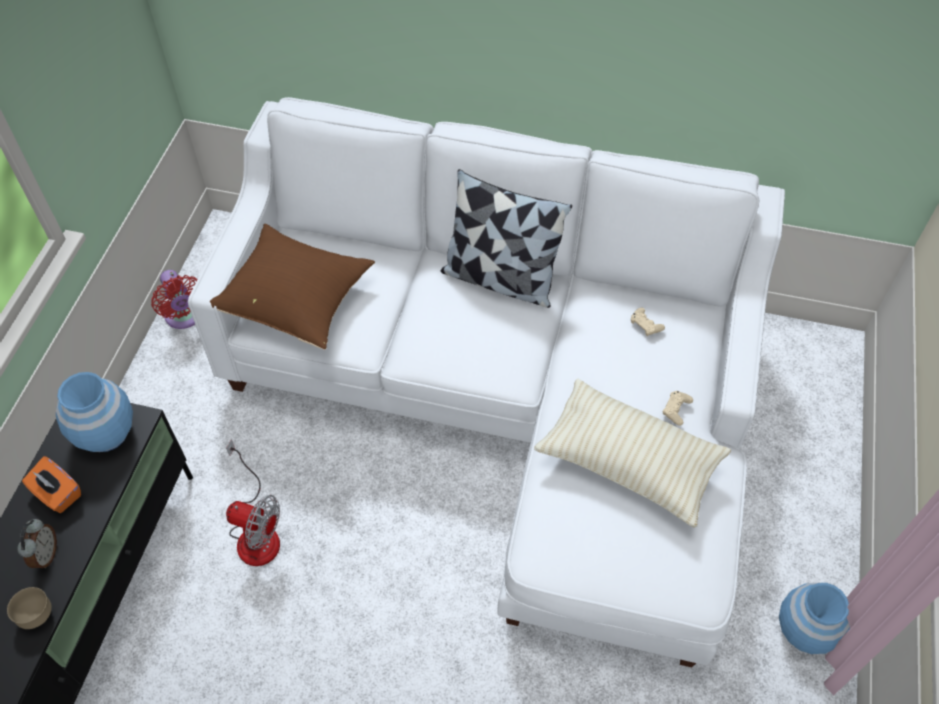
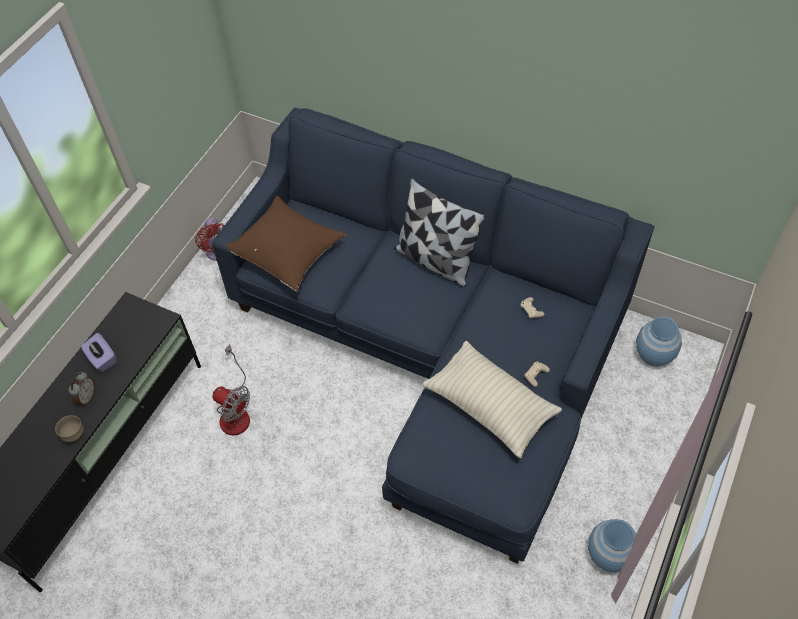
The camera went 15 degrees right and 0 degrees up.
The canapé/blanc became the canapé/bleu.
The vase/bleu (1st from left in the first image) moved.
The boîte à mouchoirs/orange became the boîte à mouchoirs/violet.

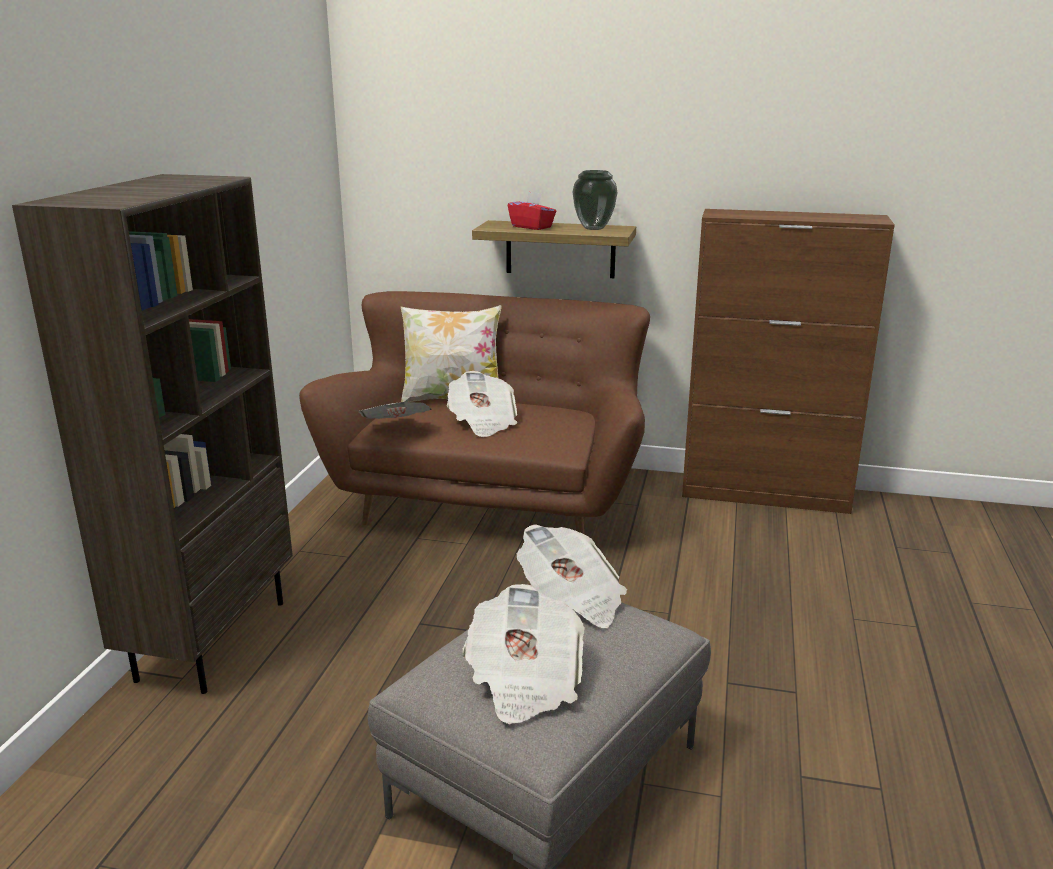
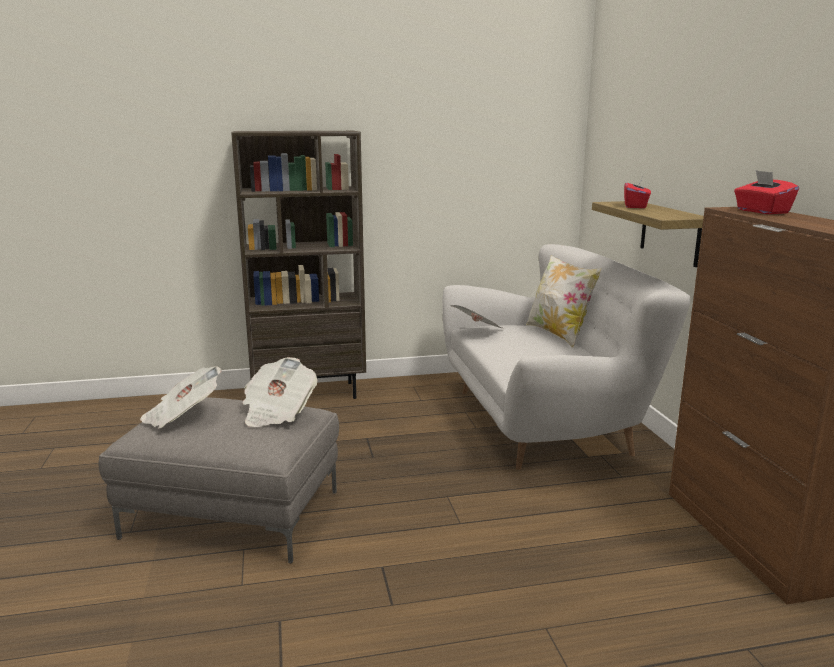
The camera went 65 degrees right and 5 degrees down.
The vase disappeared.
The canapé/marron became the canapé/blanc.
The journal (2nd from left) disappeared.
The boîte à mouchoirs/rouge (2nd from left) appeared.

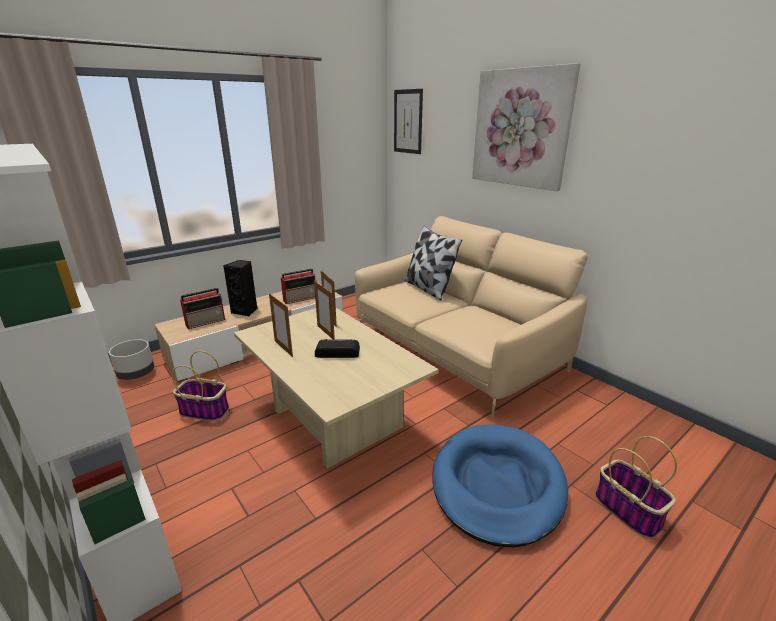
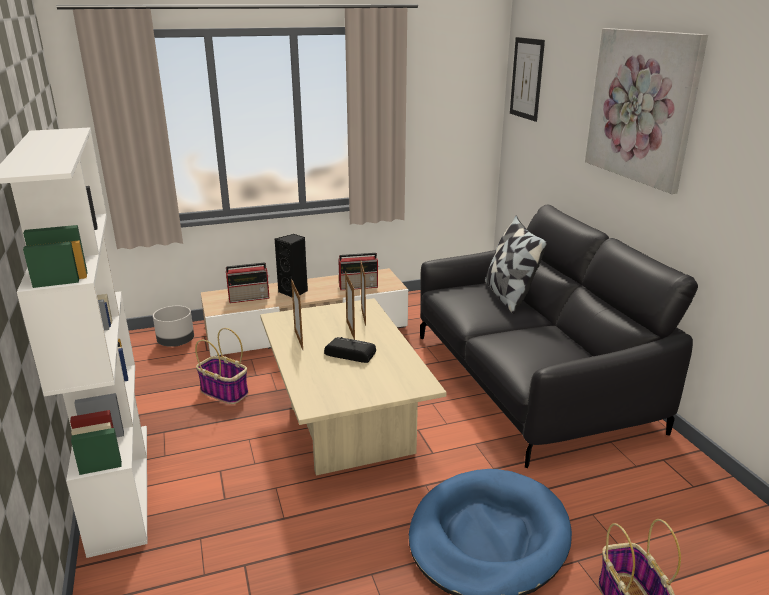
The camera went 20 degrees right and 0 degrees up.
The canapé/beige became the canapé/noir.

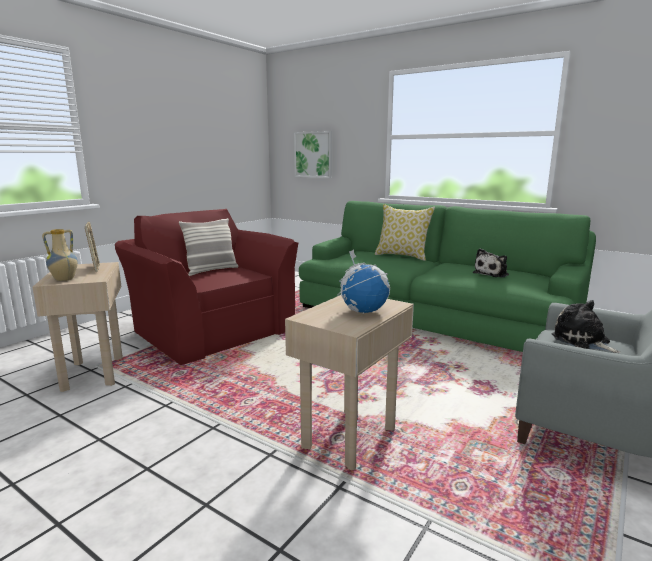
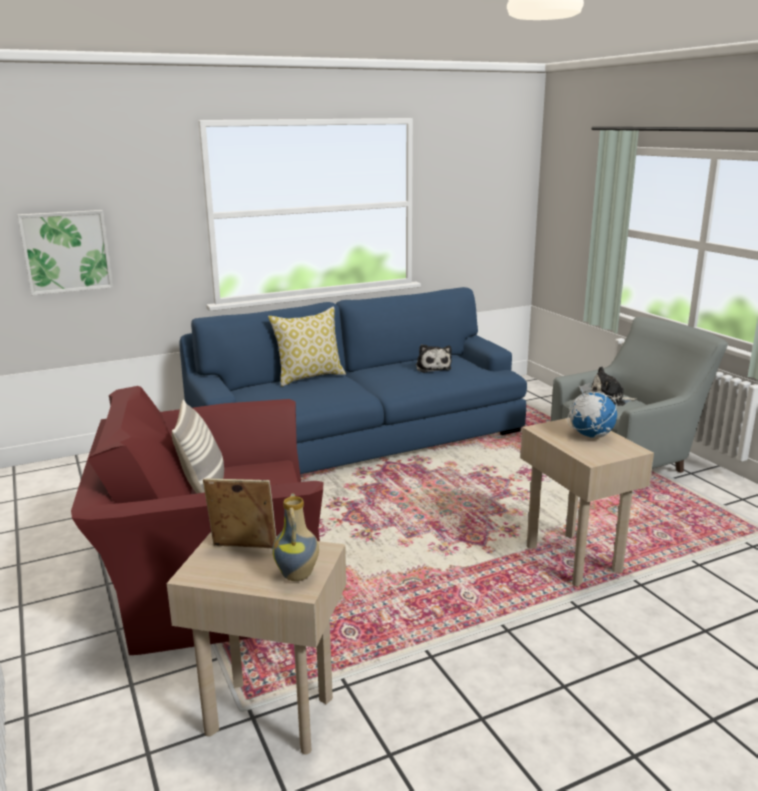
The camera went 60 degrees left and 5 degrees up.
The canapé/vert became the canapé/bleu.

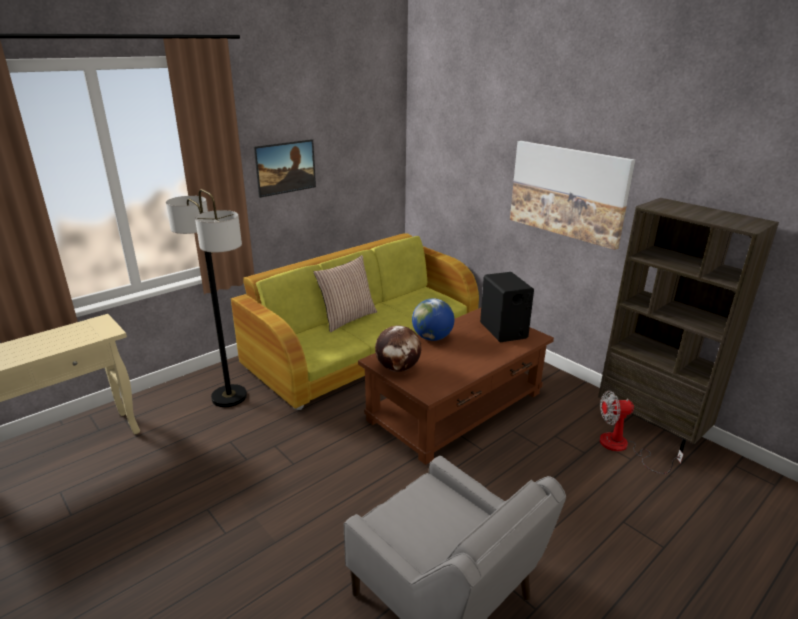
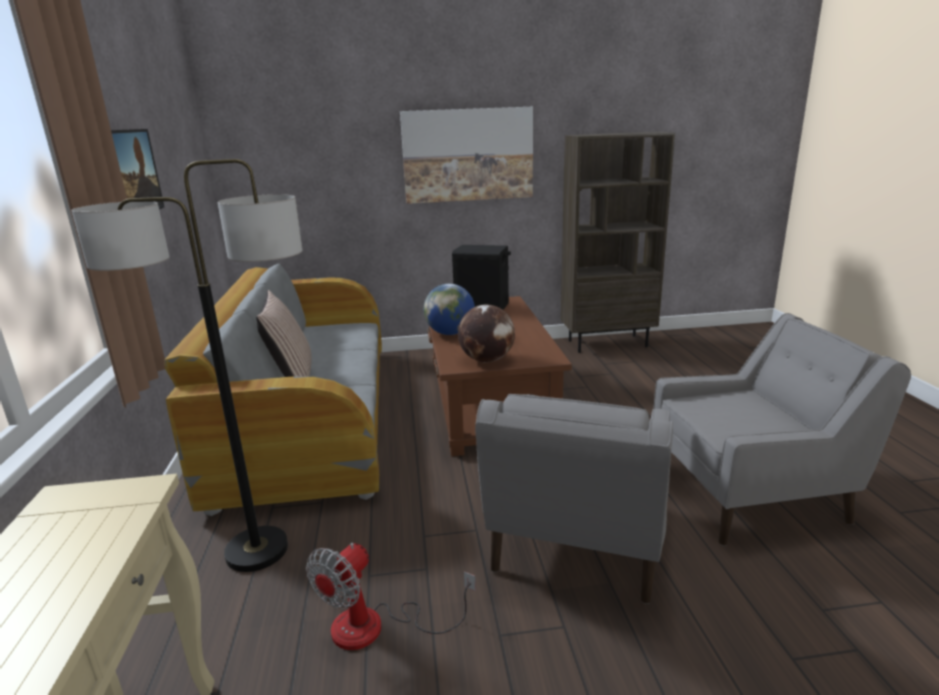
The camera went 55 degrees left and 5 degrees down.
The canapé/vert became the canapé/gris.
The ventilateur moved.
The fauteuil/gris (1st from left) appeared.

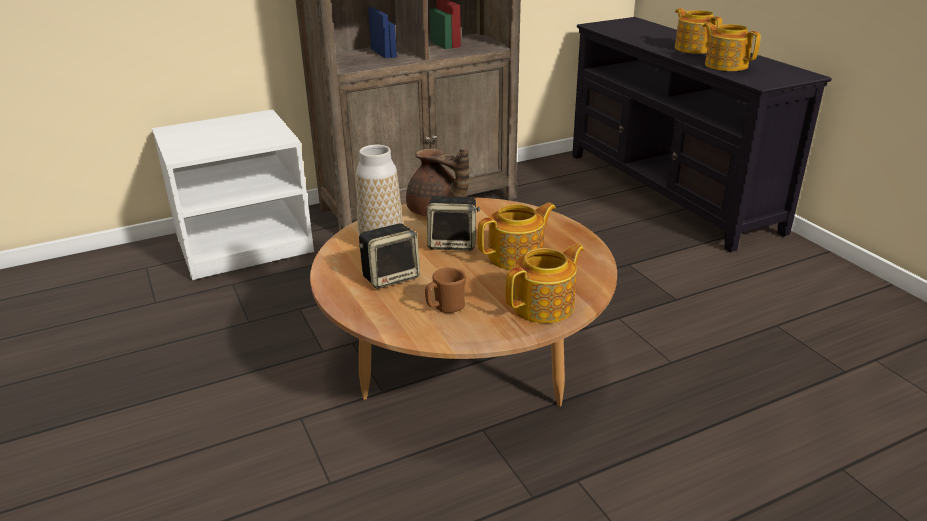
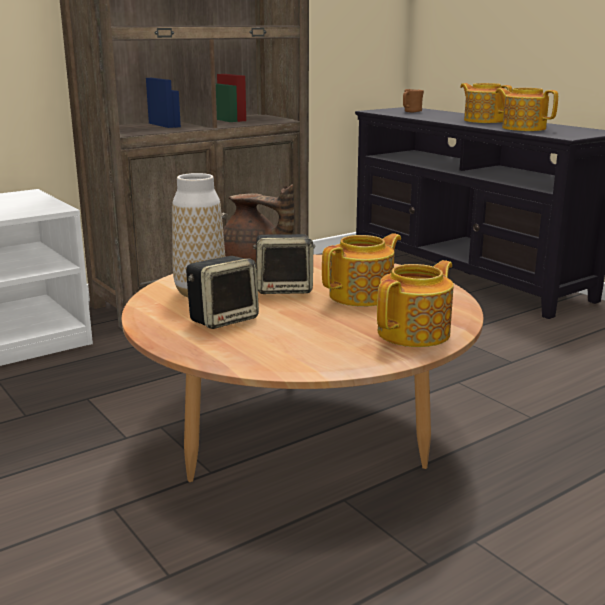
The camera went 10 degrees left and 10 degrees down.
The mug/marron moved.

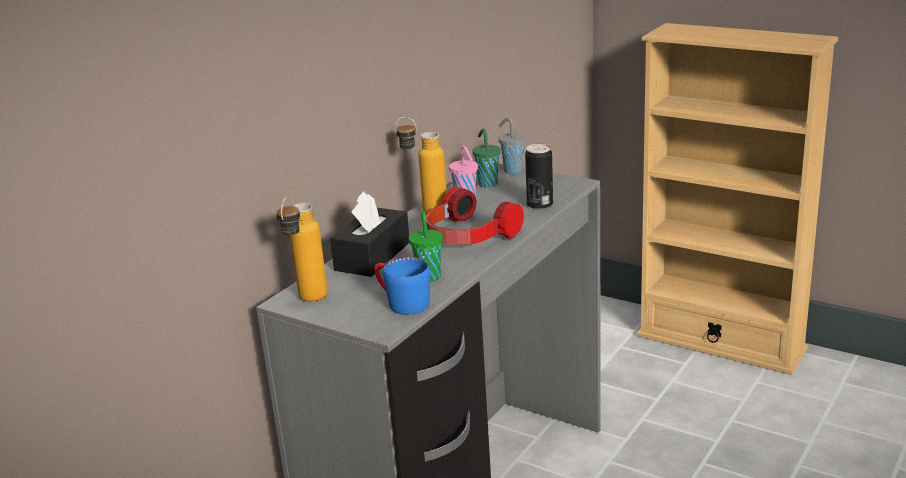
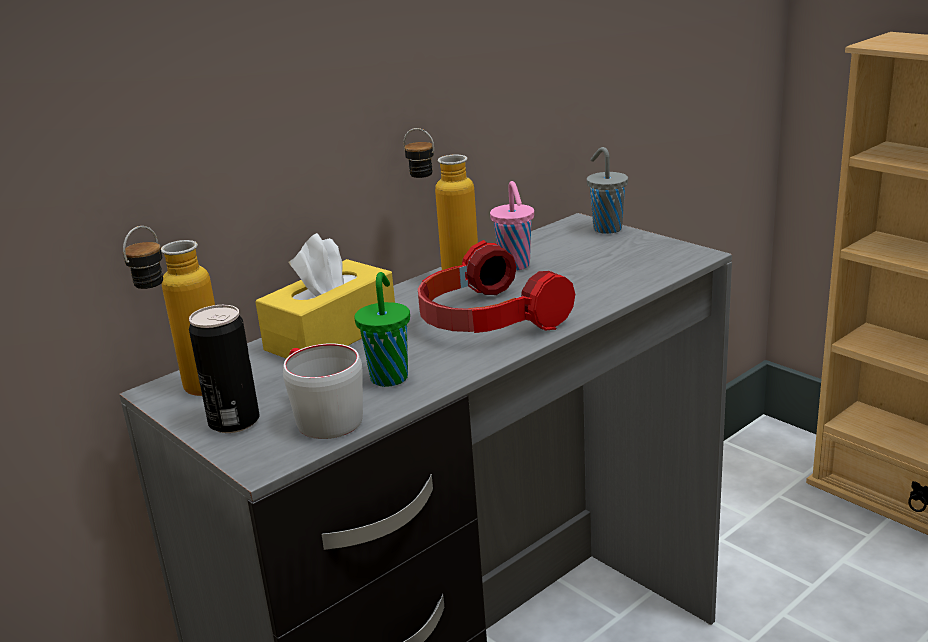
The camera went 15 degrees right and 0 degrees up.
The tasse/vert (2nd from left) disappeared.
The boîte métallique moved.
The boîte à mouchoirs/noir became the boîte à mouchoirs/jaune.
The mug/bleu became the mug/gris.

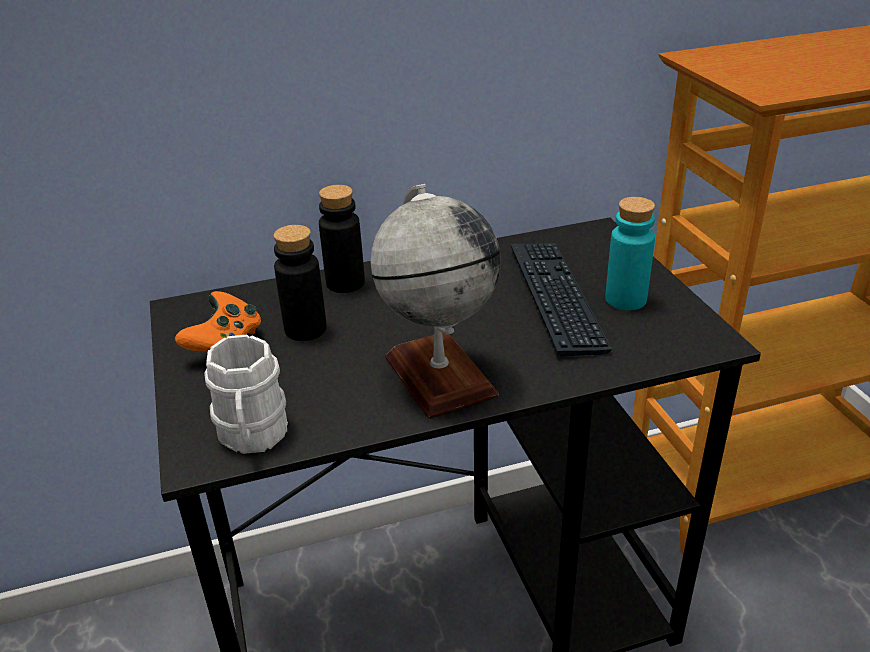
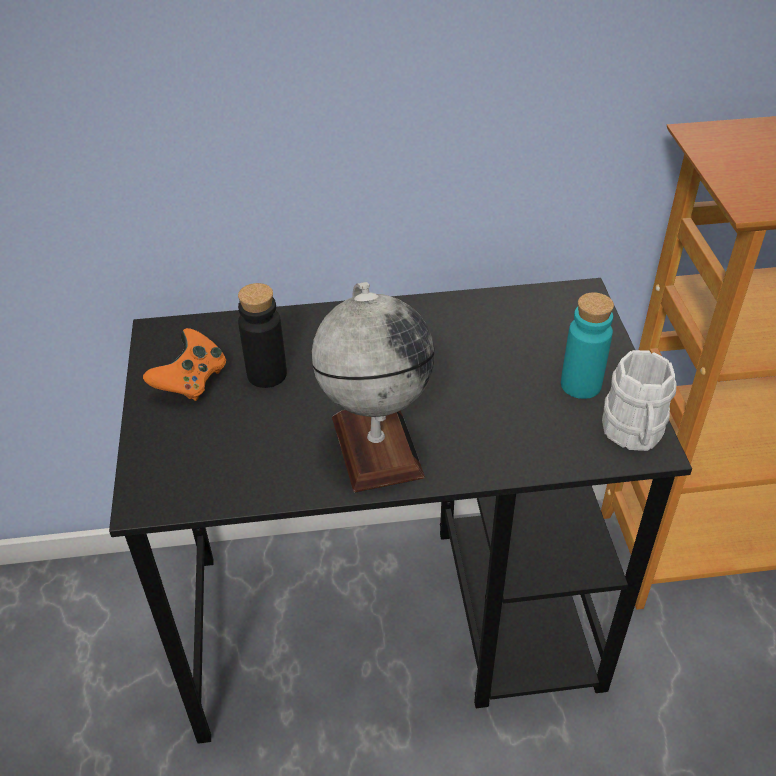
The camera went 10 degrees right and 10 degrees up.
The bouteille/noir (2nd from left) disappeared.
The clavier disappeared.
The mug/blanc moved.

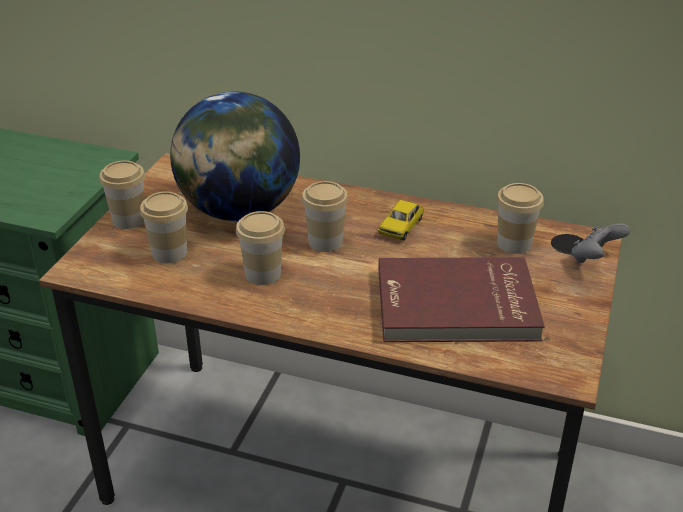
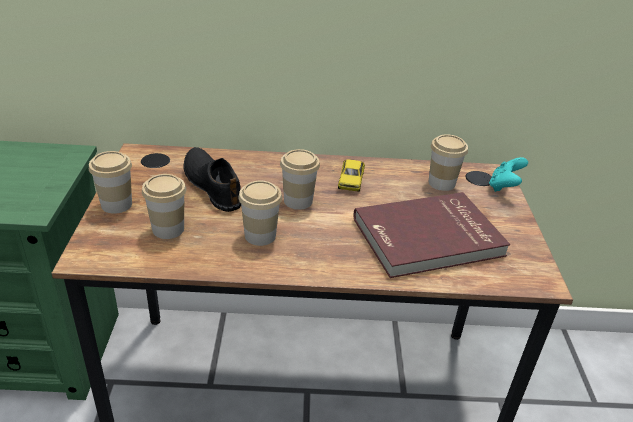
The camera went 20 degrees left and 0 degrees up.
The globe was replaced by the chaussure/noir.
The manette/gris became the manette/turquoise.

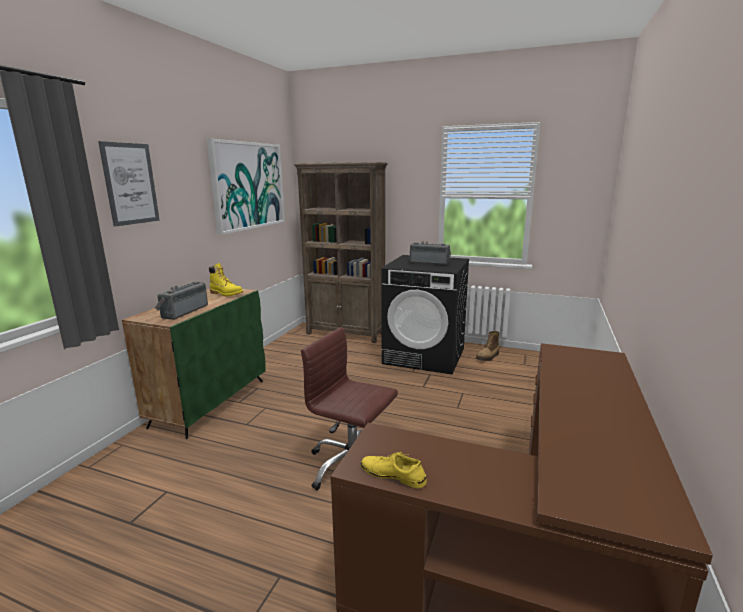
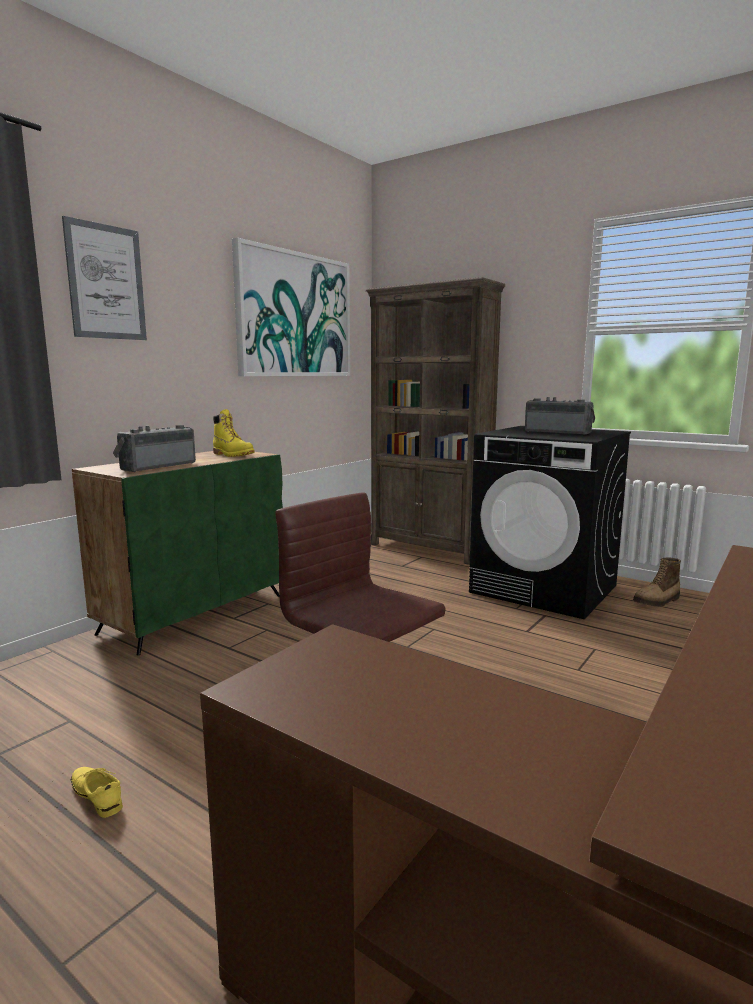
The camera went 15 degrees right and 5 degrees down.
The chaussure/jaune moved.

